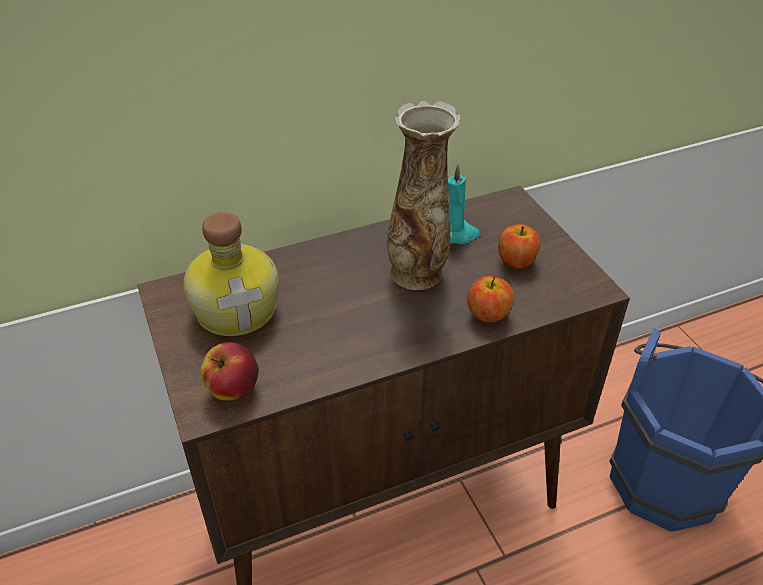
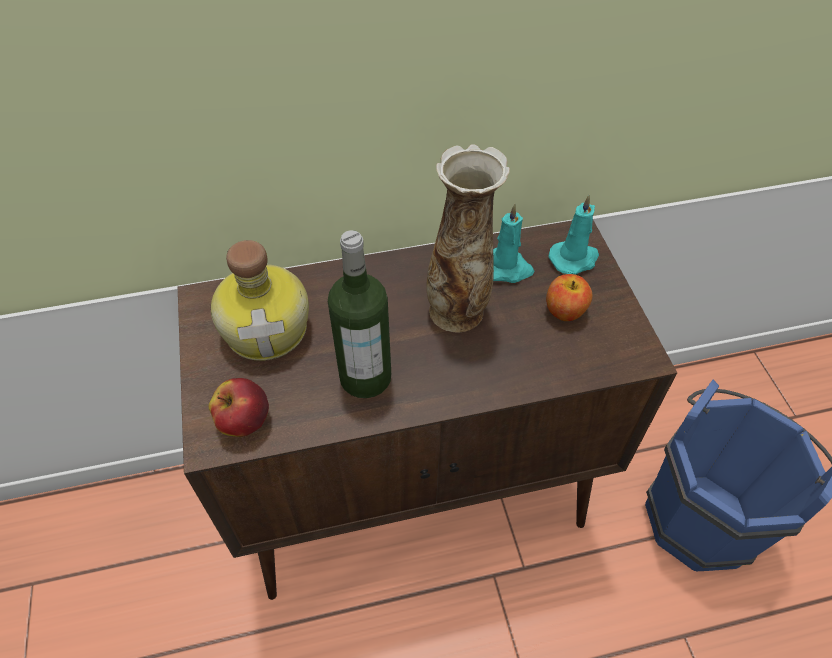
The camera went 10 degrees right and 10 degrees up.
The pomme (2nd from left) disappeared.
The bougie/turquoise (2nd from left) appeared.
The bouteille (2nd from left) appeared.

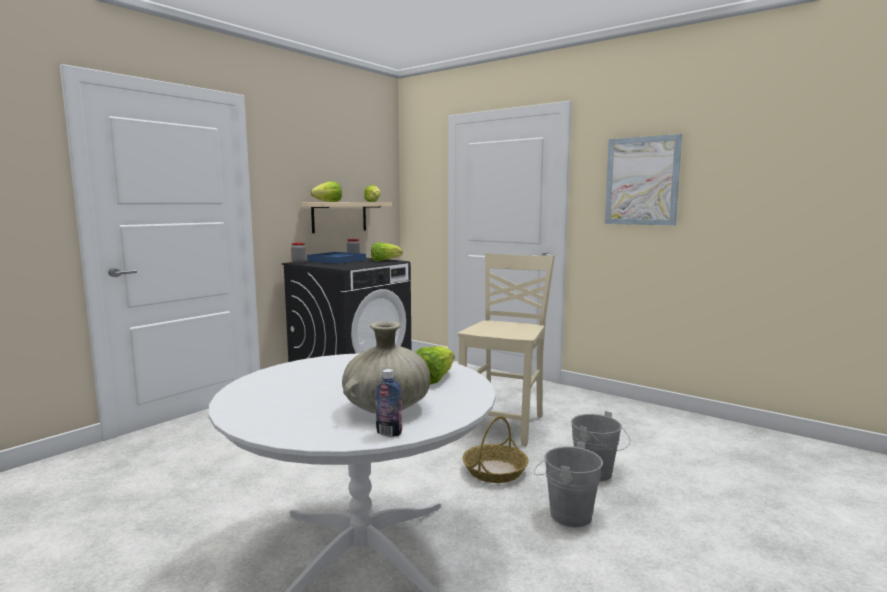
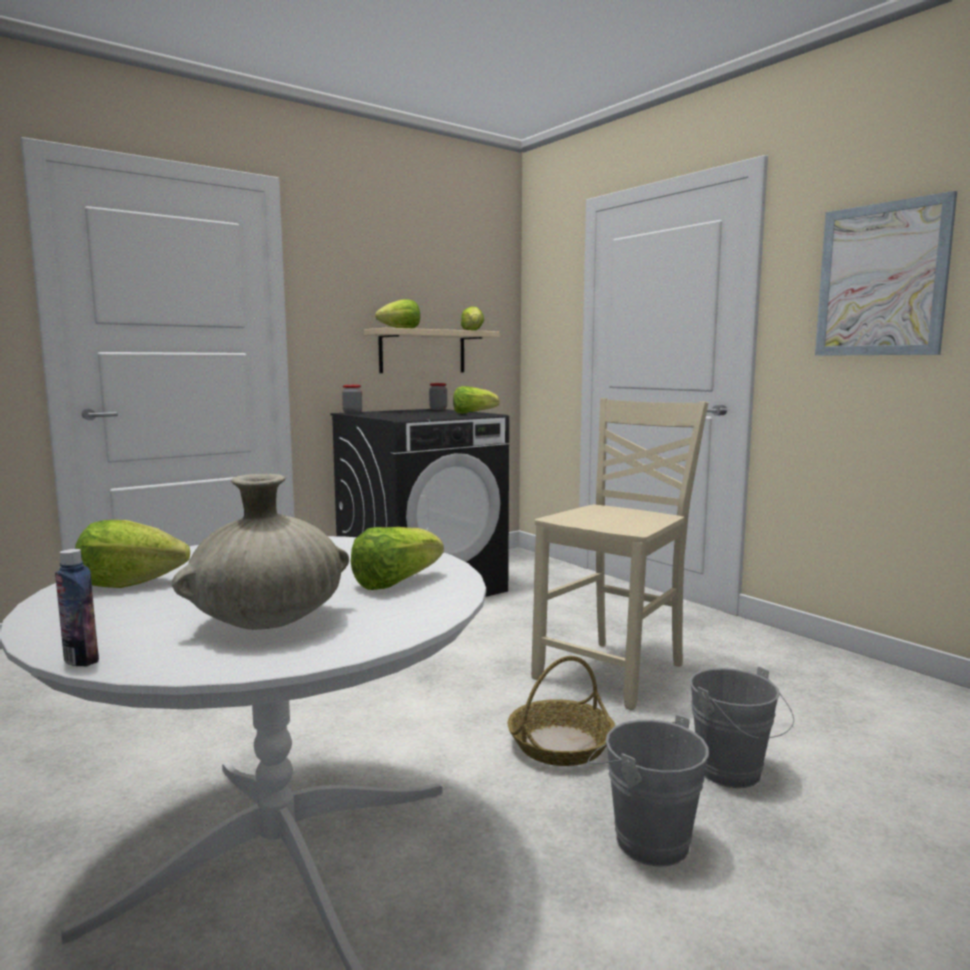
The camera went 15 degrees right and 0 degrees up.
The plateau/bleu disappeared.
The bouteille moved.
The laitue (1st from left) appeared.

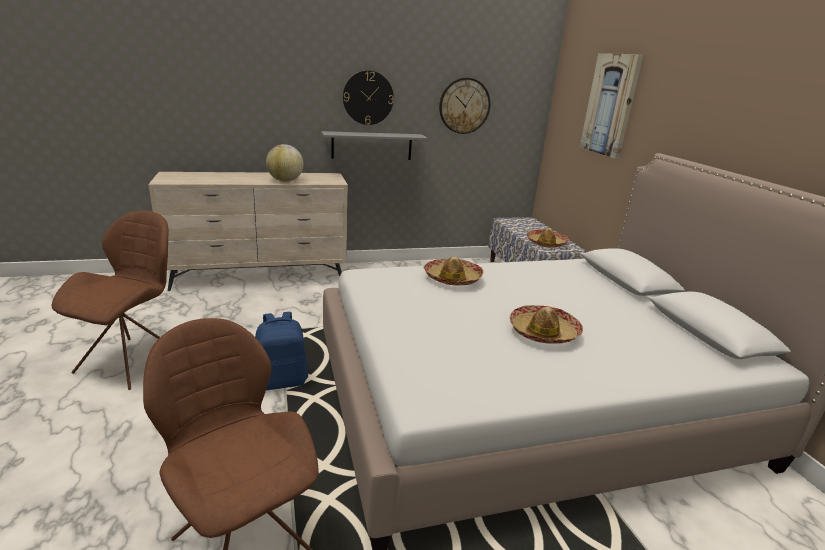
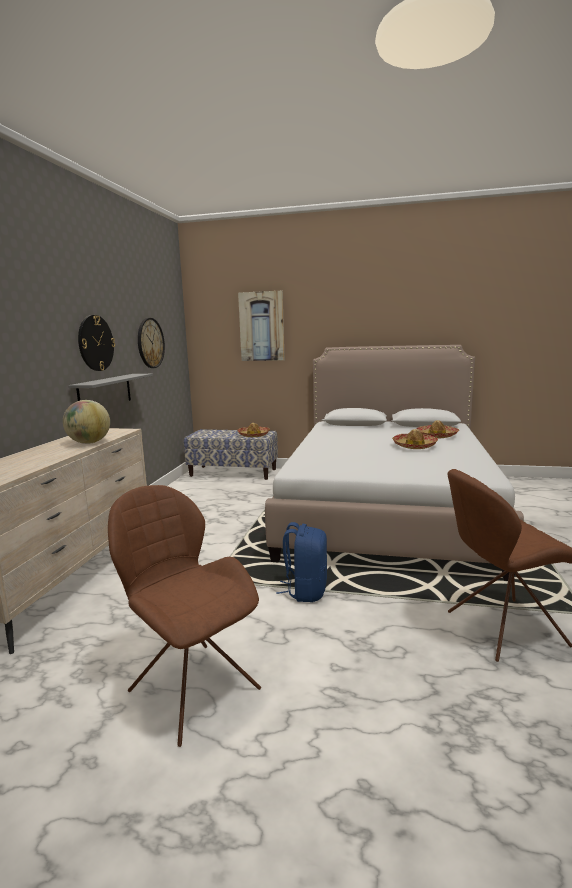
The camera went 60 degrees left and 10 degrees down.
The chapeau (1st from left in the first image) moved.

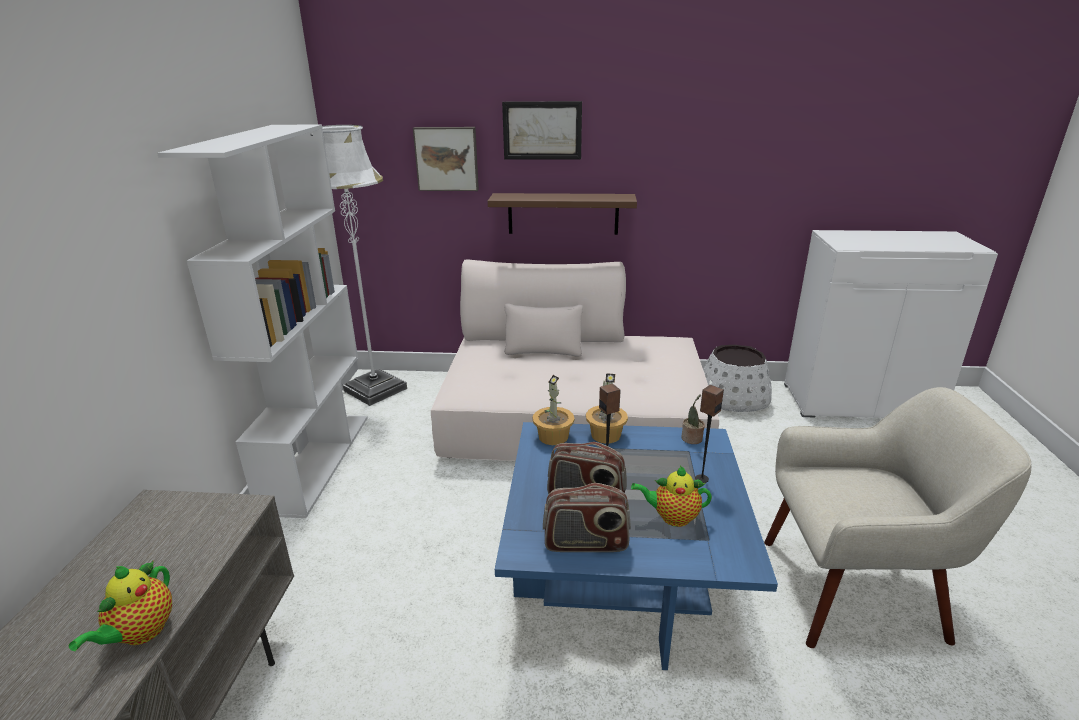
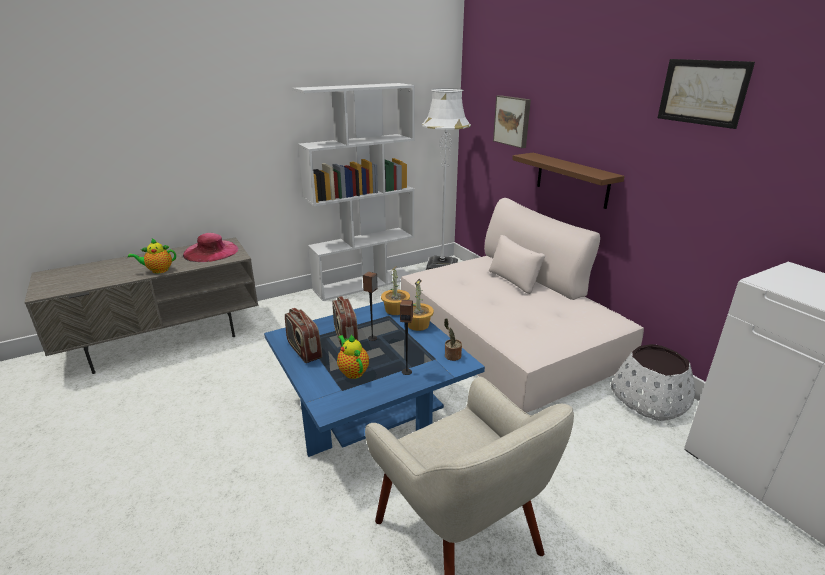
The camera went 55 degrees right and 0 degrees up.
The tableau (2nd from left) moved.
The chapeau/rose appeared.

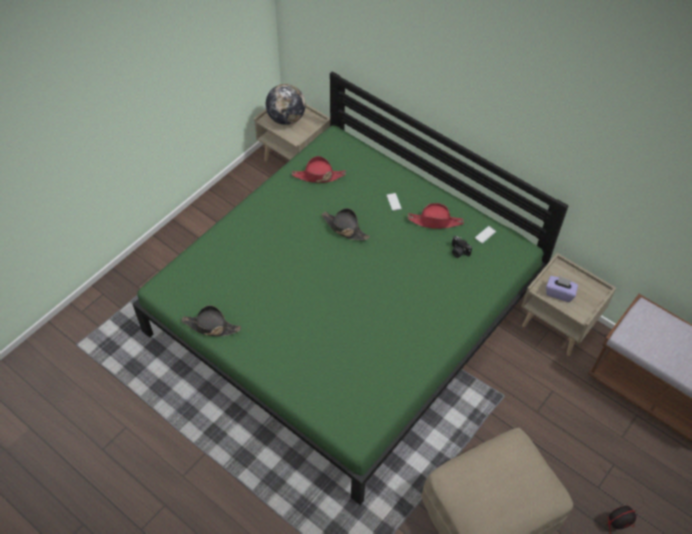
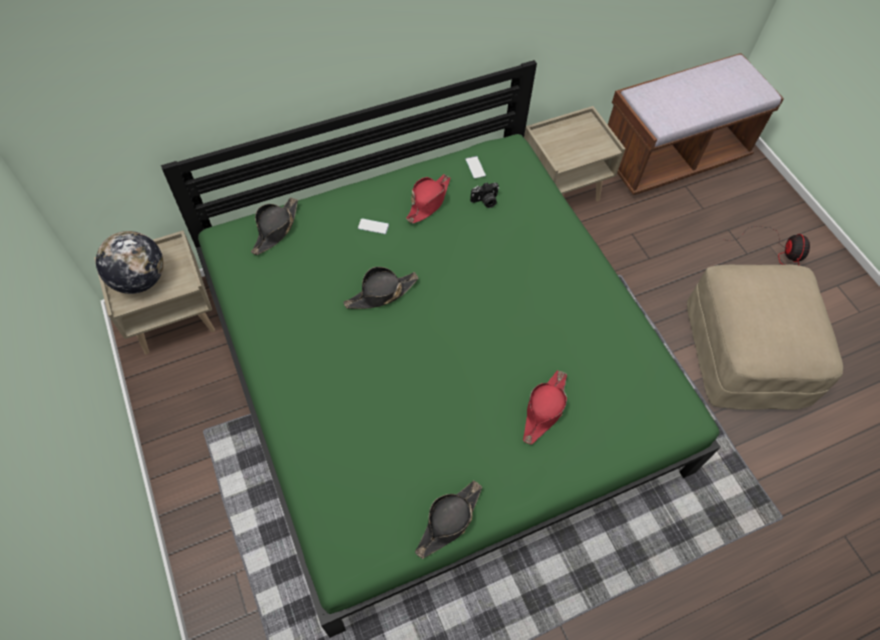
The camera went 65 degrees left and 5 degrees up.
The chapeau/rouge (1st from left in the first image) moved.
The boîte à mouchoirs/violet disappeared.
The chapeau/noir (1st from left) appeared.

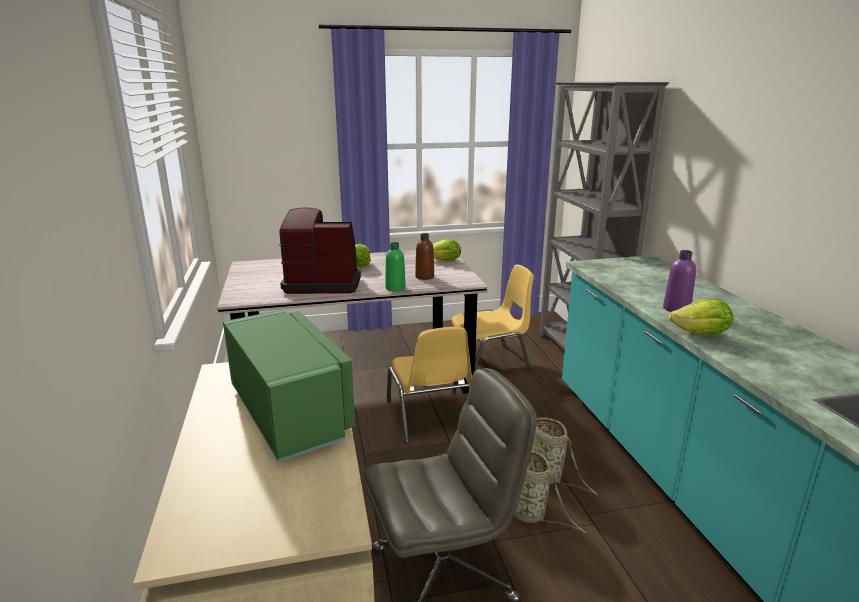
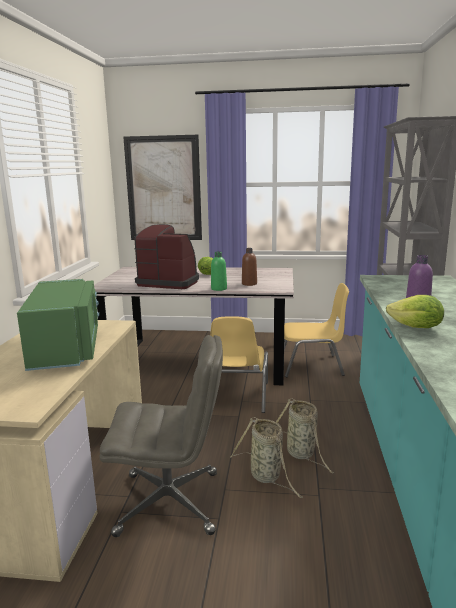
The camera went 20 degrees right and 5 degrees down.
The laitue (2nd from left) disappeared.
The tableau appeared.

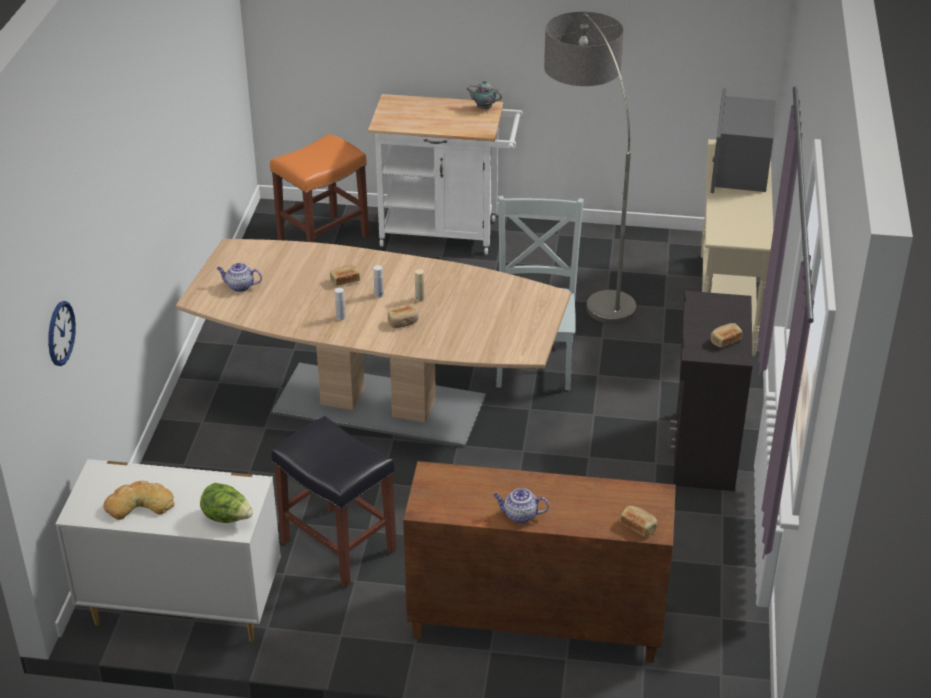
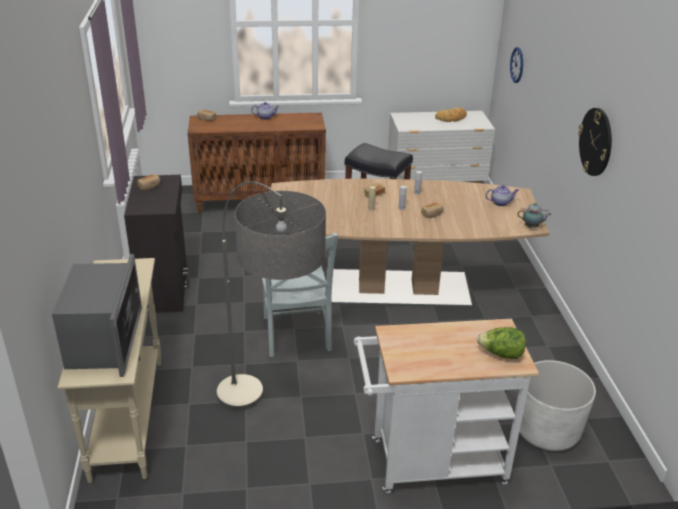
The camera went 165 degrees right and 5 degrees down.
The théière (2nd from left in the first image) moved.
The tabouret/orange was replaced by the cache-pot/blanc.
The laitue moved.
The horloge murale (2nd from left) appeared.

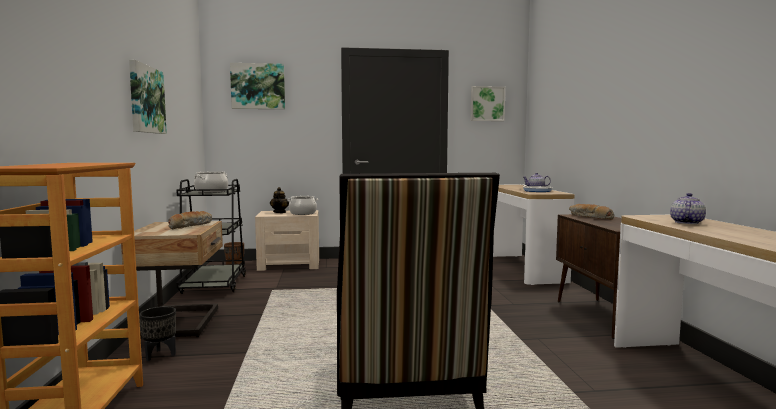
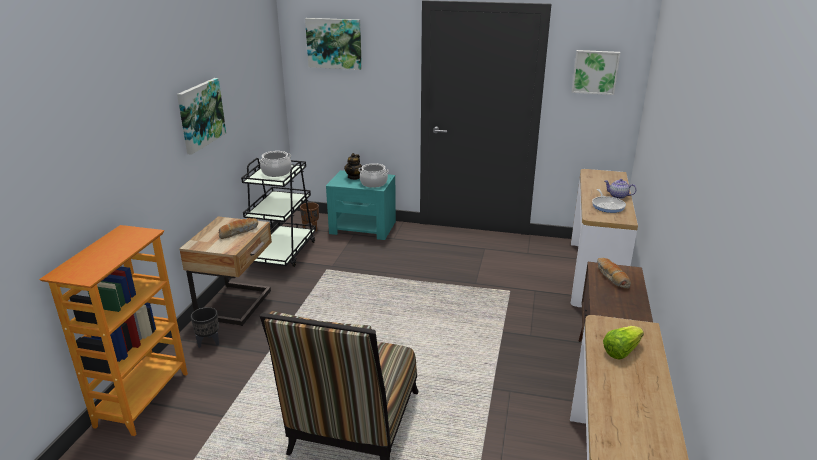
The camera went 20 degrees right and 20 degrees up.
The théière (3rd from left) was replaced by the laitue.
The table de chevet/beige (2nd from left) became the table de chevet/turquoise.

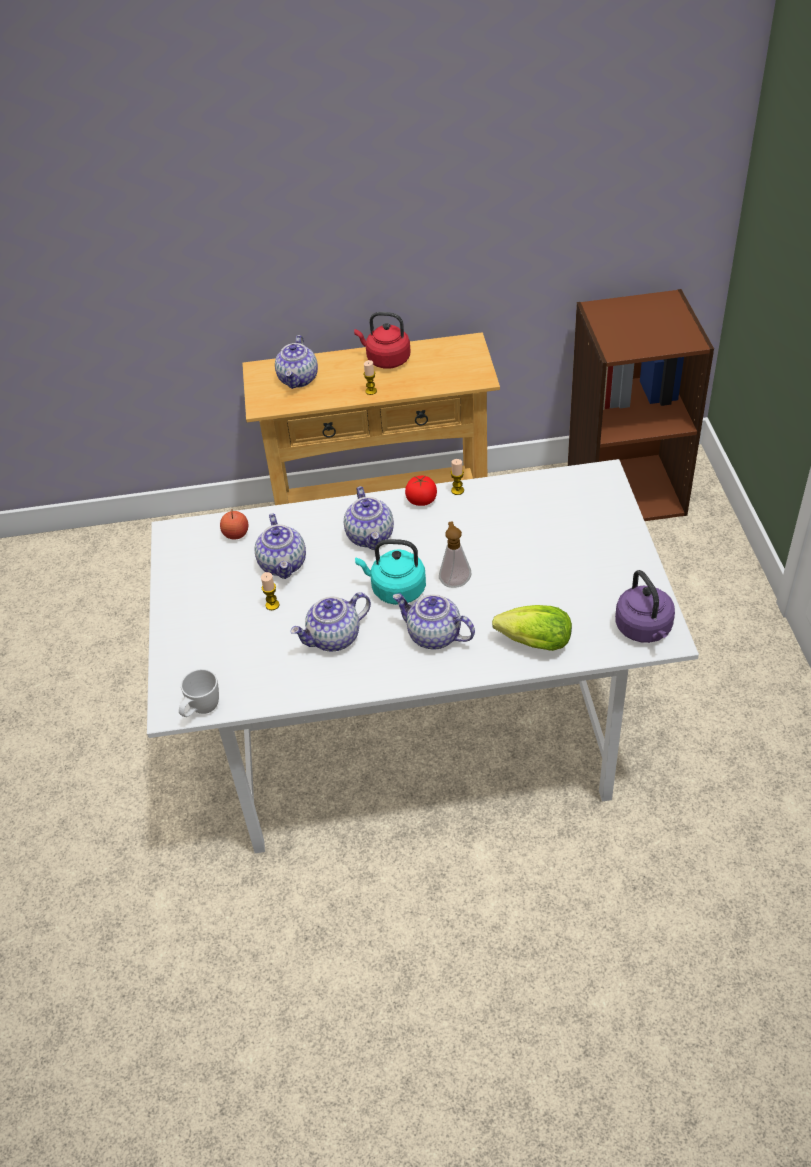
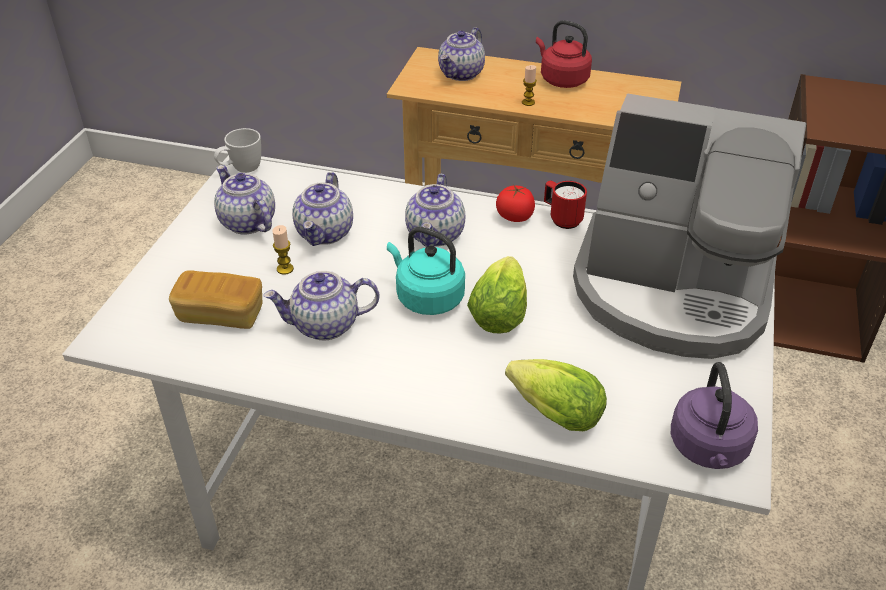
The camera went 20 degrees right and 5 degrees down.
The bougie (3rd from left) was replaced by the mug/rouge.
The pomme disappeared.
The distributeur de savon was replaced by the laitue (1st from left).
The théière (5th from left in the first image) moved.
The mug/blanc moved.
The machine à café appeared.
The pain appeared.

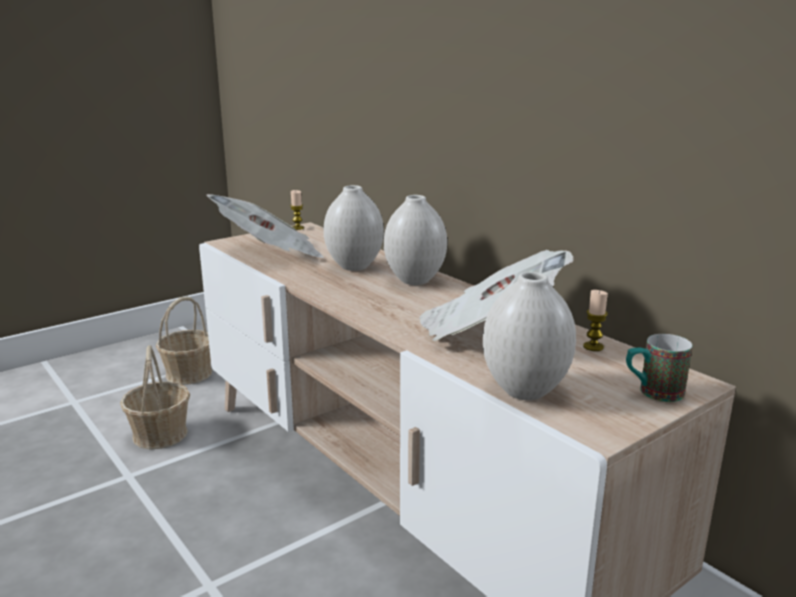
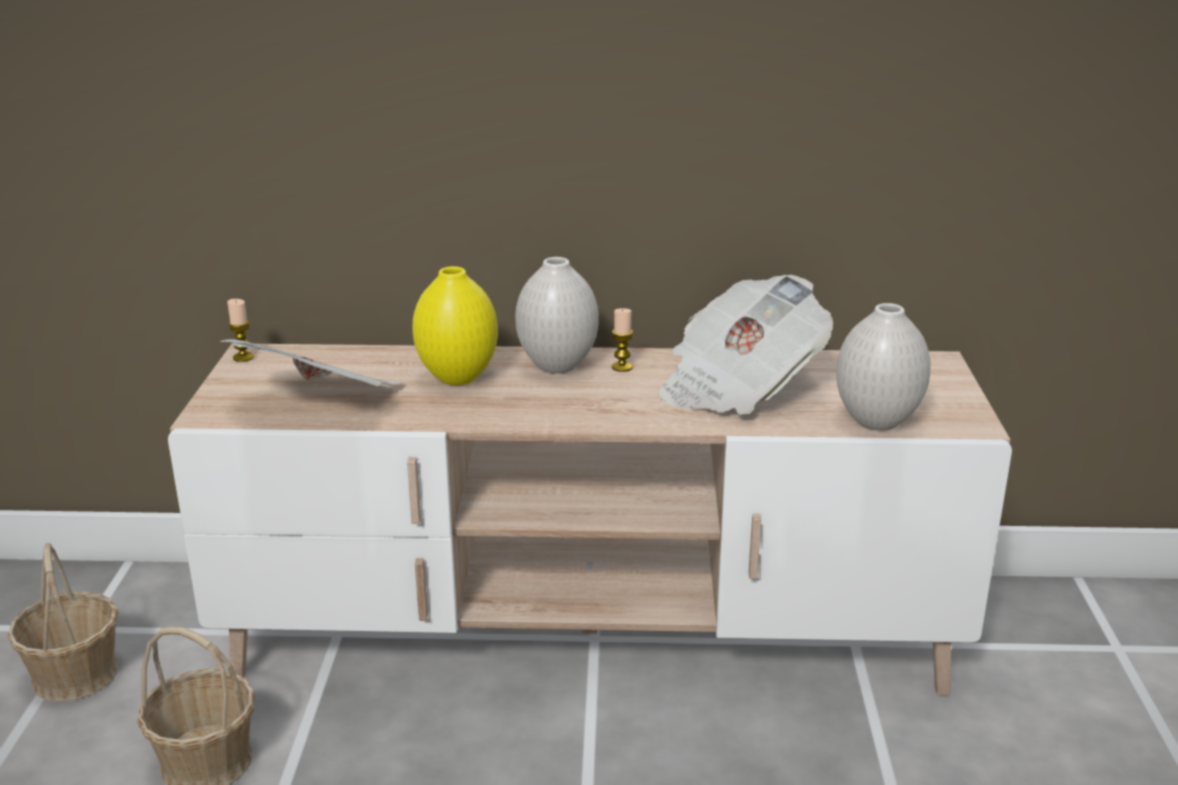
The camera went 50 degrees left and 5 degrees up.
The vase/blanc (1st from left) became the vase/jaune.
The bougie (2nd from left) moved.
The mug disappeared.

